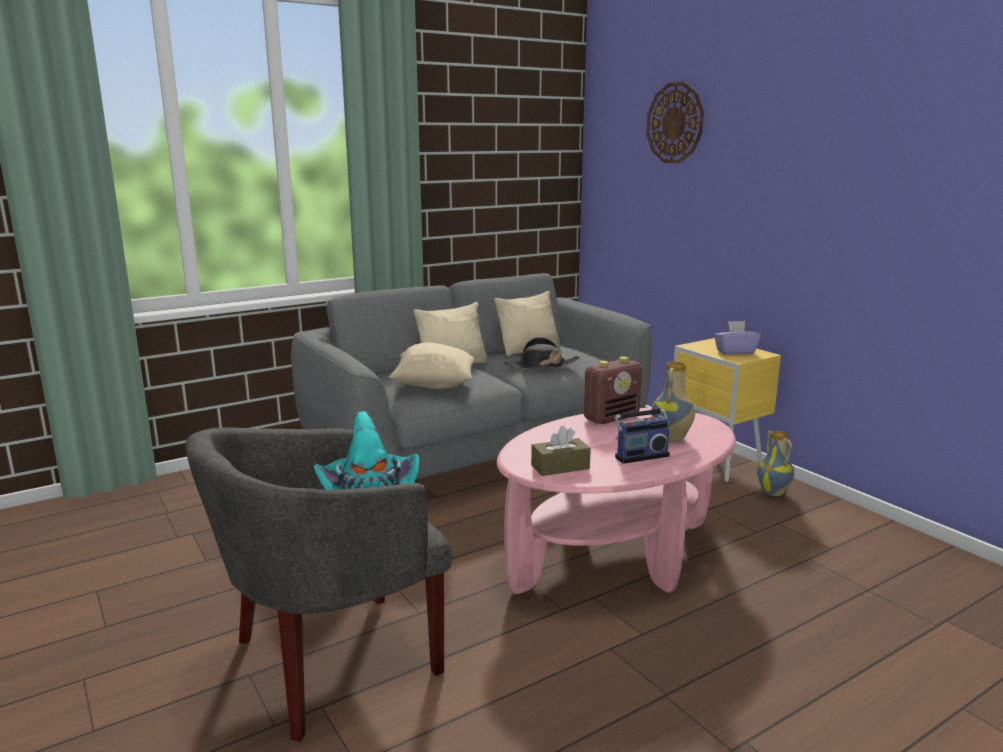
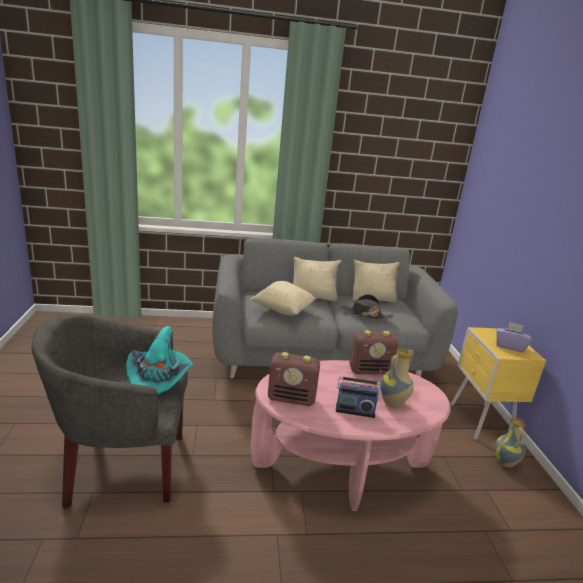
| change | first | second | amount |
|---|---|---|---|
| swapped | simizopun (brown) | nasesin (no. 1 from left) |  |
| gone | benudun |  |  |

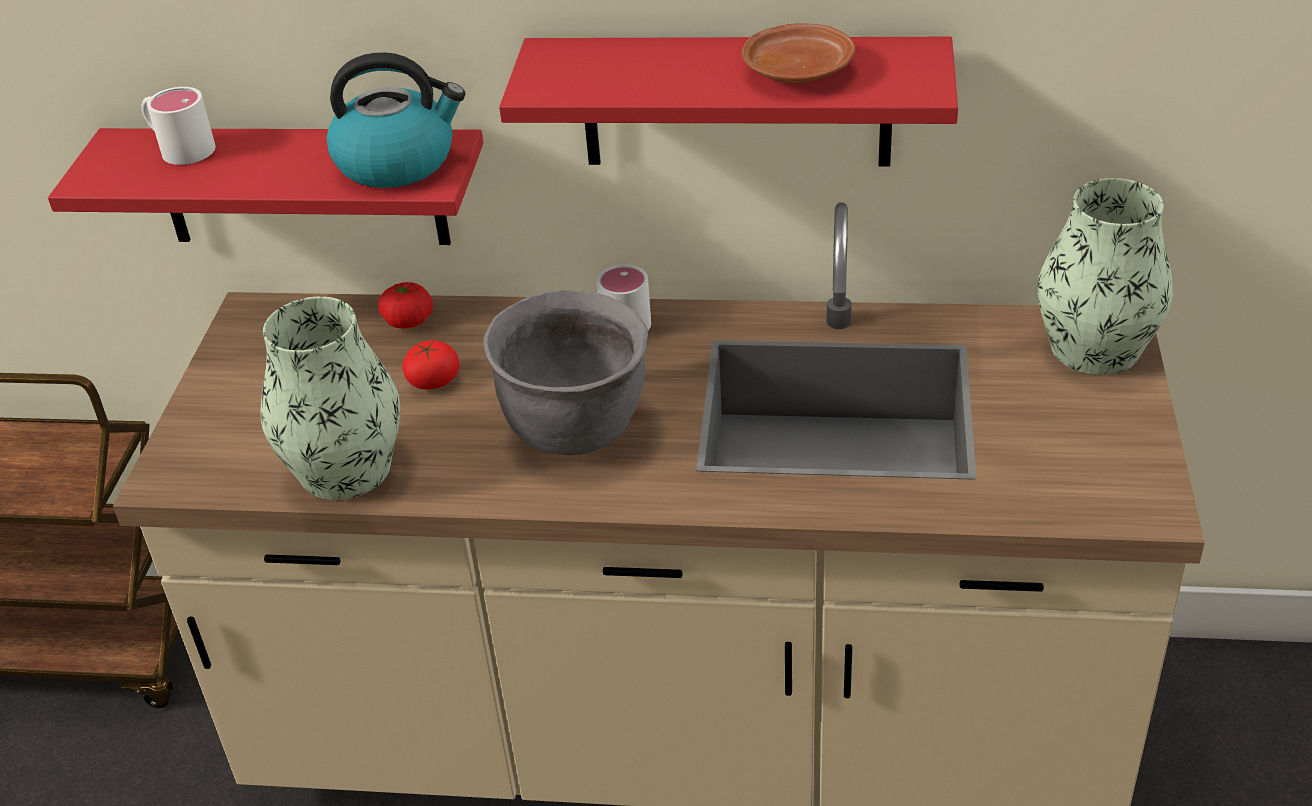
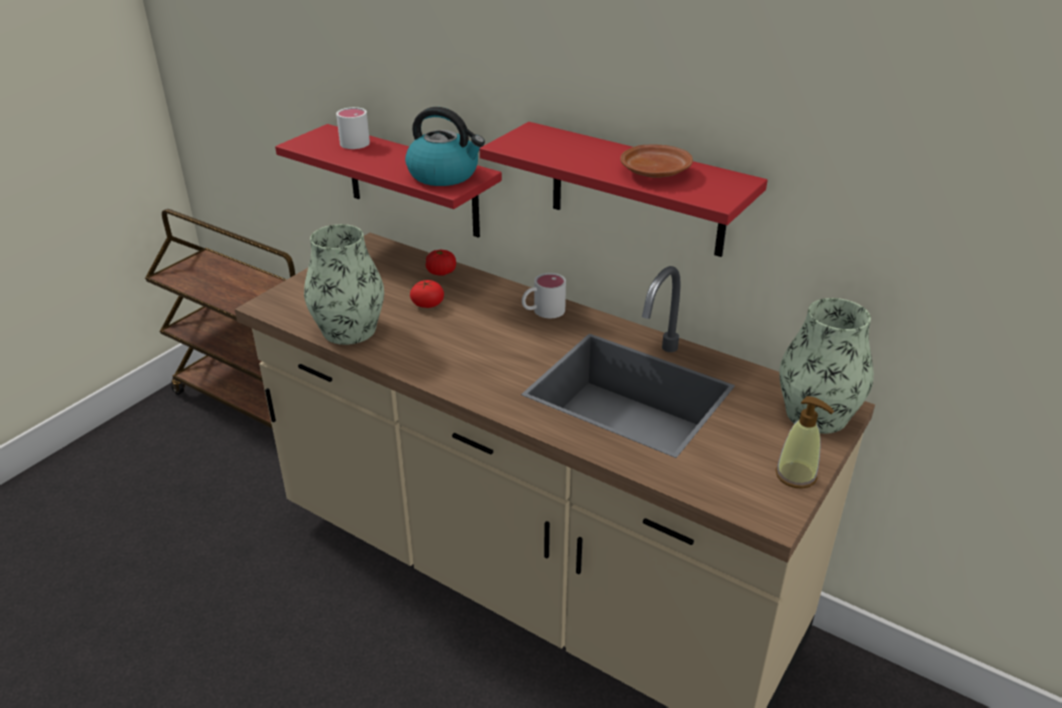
| change | first | second | amount |
|---|---|---|---|
| new |  | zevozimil |  |
| gone | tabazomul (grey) |  |  |

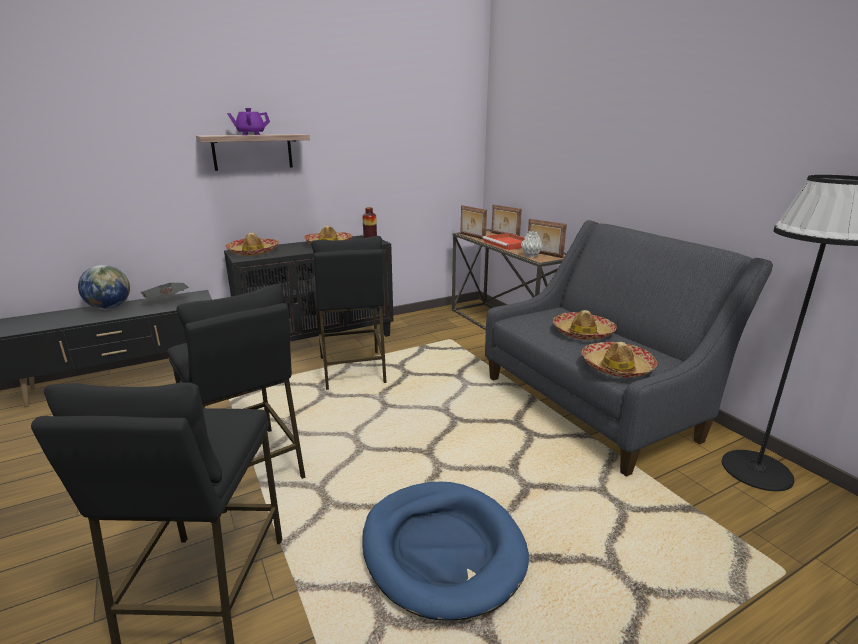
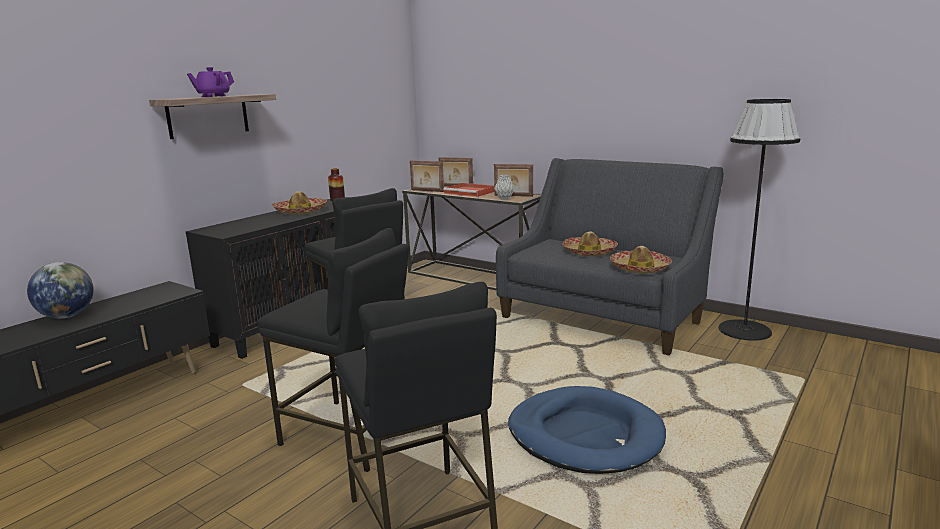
| change | first | second | amount |
|---|---|---|---|
| gone | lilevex |  |  |
| gone | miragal (no. 1 from left) |  |  |

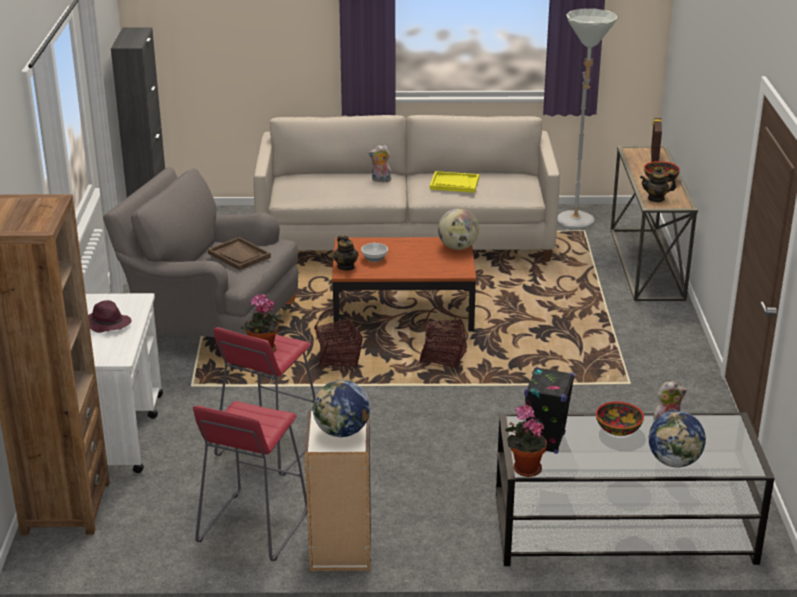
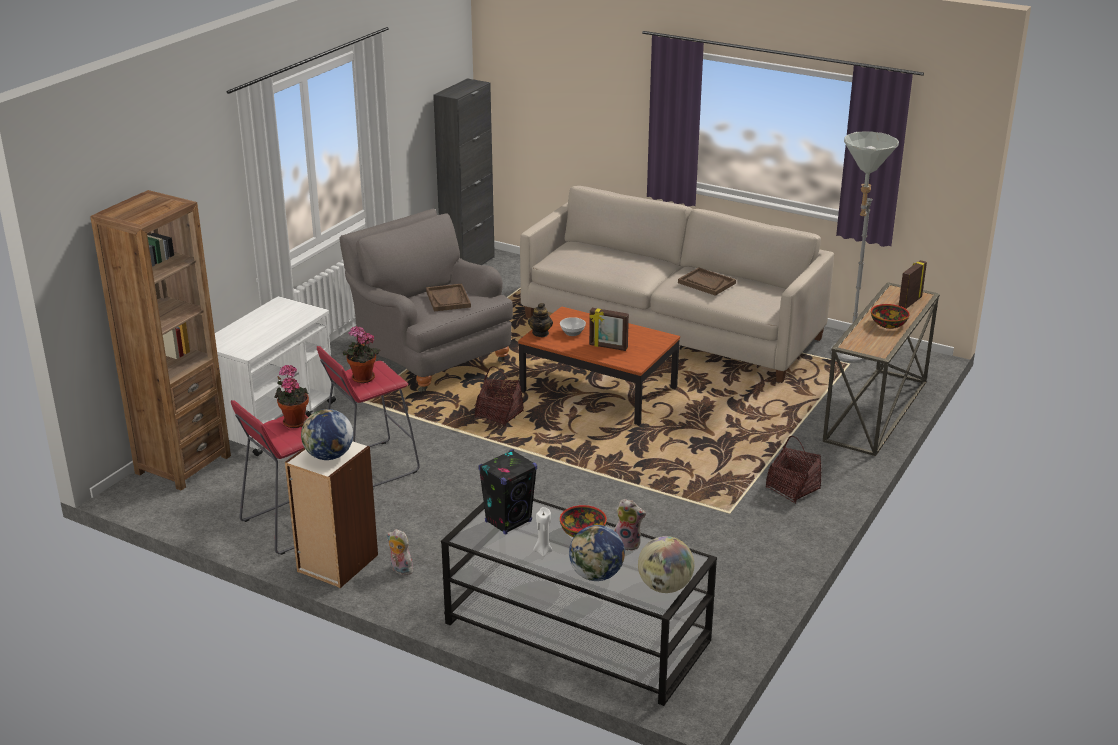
| change | first | second | amount |
|---|---|---|---|
| shifted | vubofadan (no. 2 from left in the first image) | vubofadan (no. 1 from left) |  |
| shifted | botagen (no. 1 from left) |  |  |
| new |  | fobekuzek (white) |  |
| new |  | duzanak (no. 1 from left) |  |
| shifted | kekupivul (no. 2 from left in the first image) | kekupivul (no. 3 from left) |  |
| repainted | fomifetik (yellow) | fomifetik (brown) (no. 2 from left) |  |
| shifted | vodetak (no. 2 from left) |  |  |
| gone | miragal (purple) |  |  |
| gone | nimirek (no. 2 from left) |  |  |

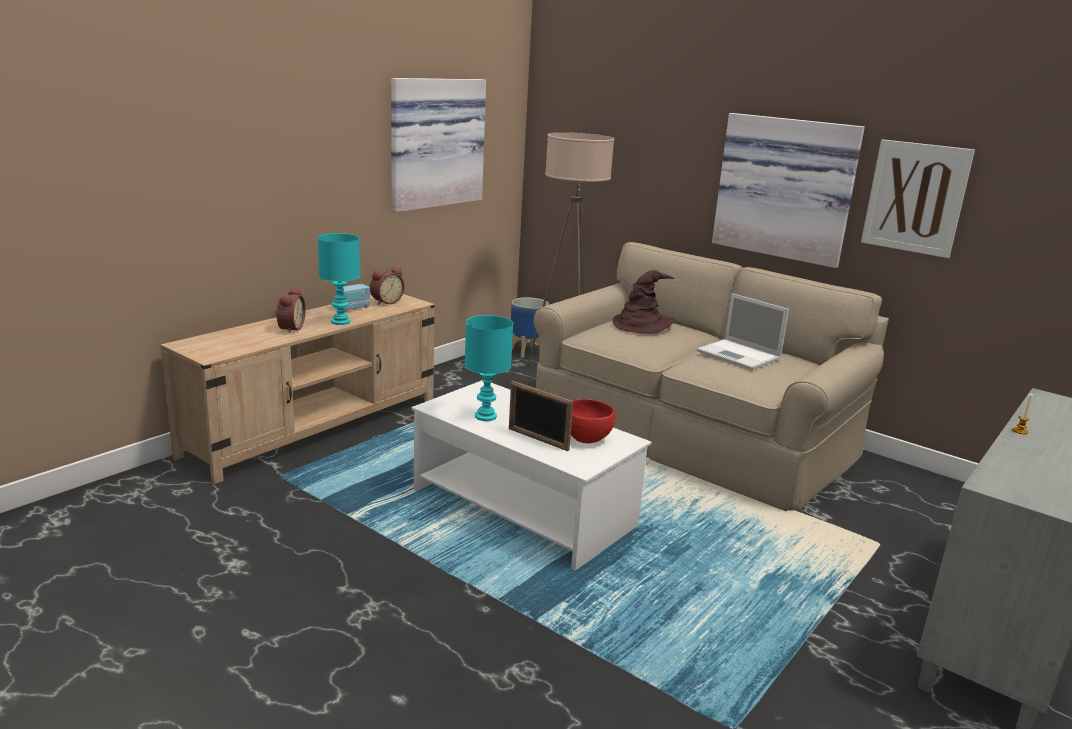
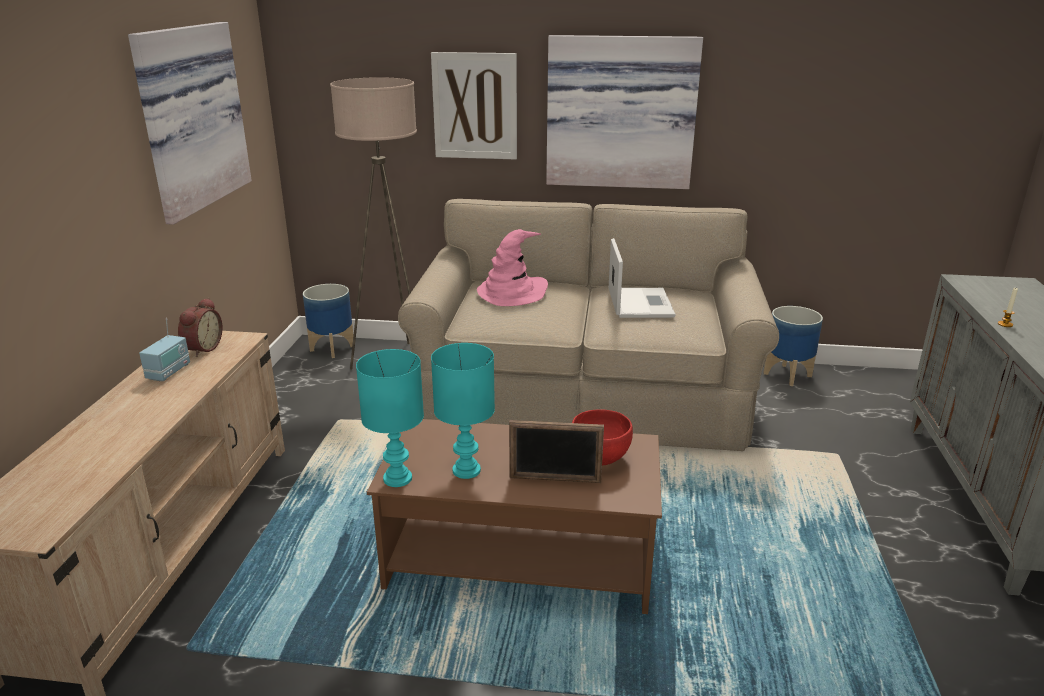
| change | first | second | amount |
|---|---|---|---|
| shifted | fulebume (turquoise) (no. 1 from left) |  |  |
| repainted | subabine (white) | subabine (brown) |  |
| shifted | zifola (no. 3 from left in the first image) | zifola (no. 2 from left) |  |
| repainted | miragal (brown) | miragal (pink) |  |
| rotated | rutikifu |  | 105 degrees counterclockwise |
| new |  | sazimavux (no. 2 from left) |  |
| gone | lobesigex (no. 1 from left) |  |  |

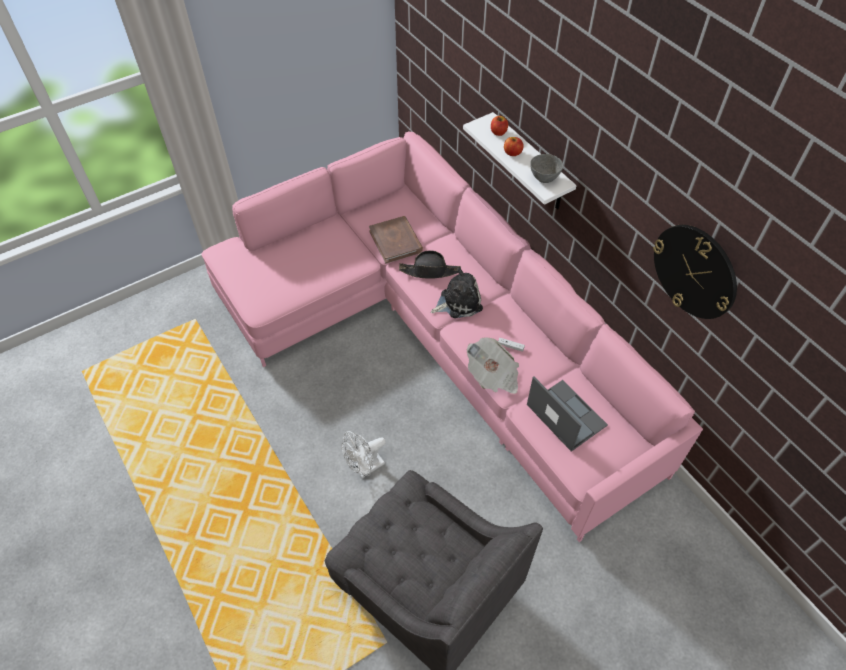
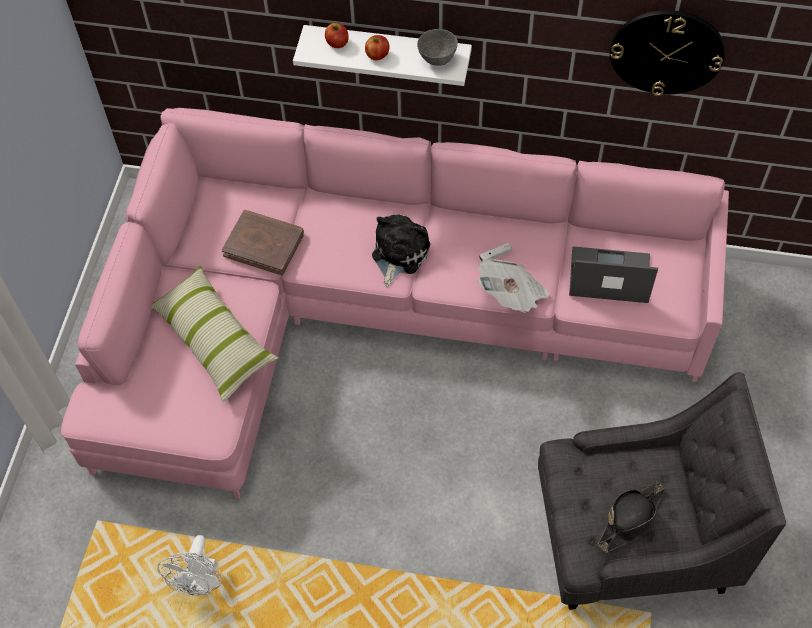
| change | first | second | amount |
|---|---|---|---|
| new |  | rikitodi |  |
| shifted | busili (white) |  |  |
| shifted | miragal (black) |  |  |

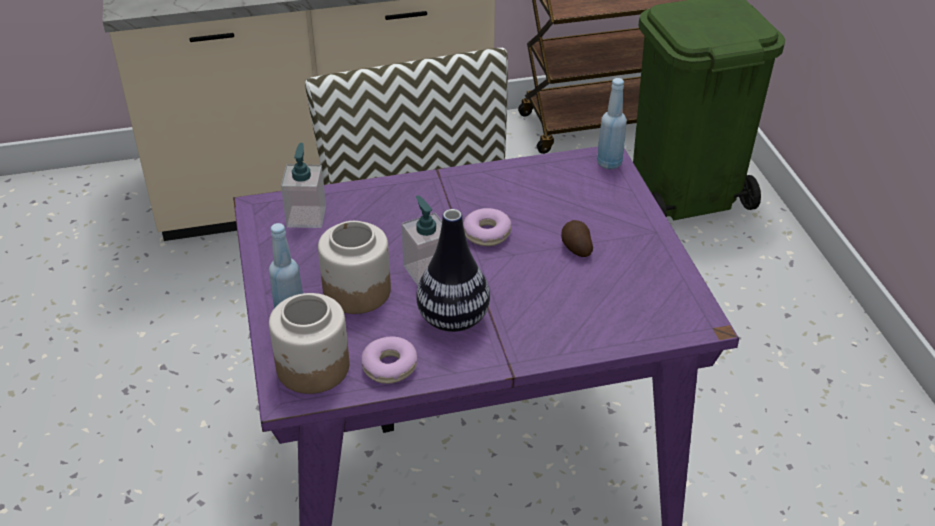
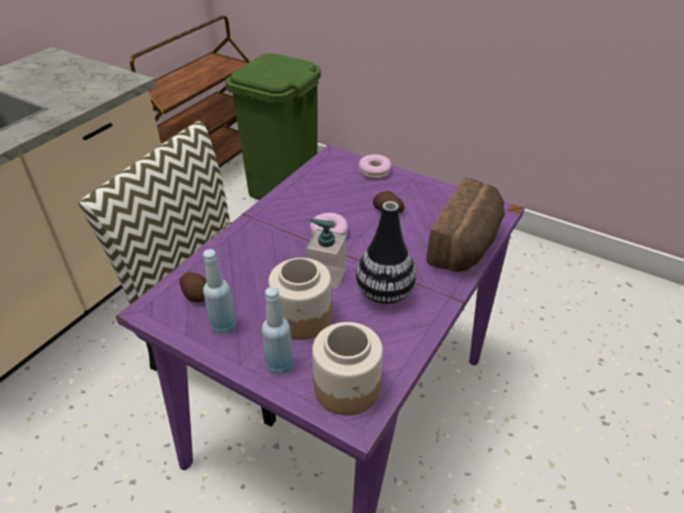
| change | first | second | amount |
|---|---|---|---|
| swapped | zevozimil (no. 1 from left) | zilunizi (no. 1 from left) |  |
| shifted | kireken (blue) (no. 2 from left in the first image) | kireken (blue) (no. 1 from left) |  |
| shifted | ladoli (no. 1 from left in the first image) | ladoli (no. 2 from left) |  |
| new |  | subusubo |  |

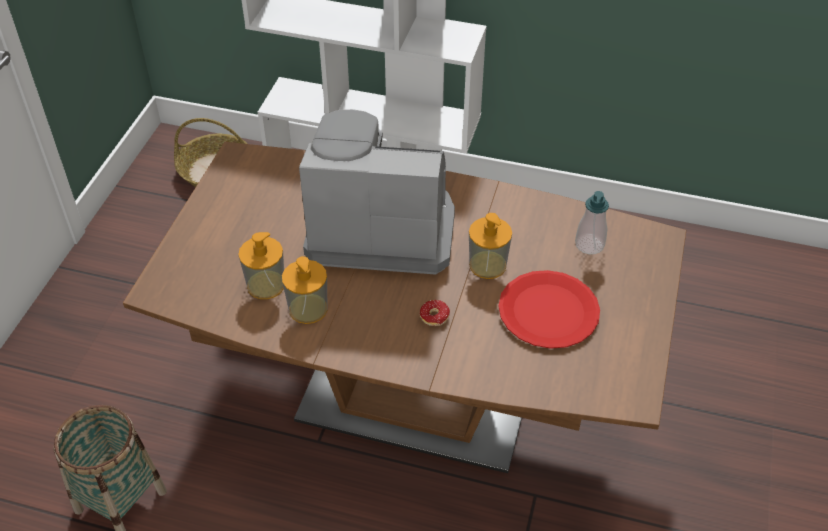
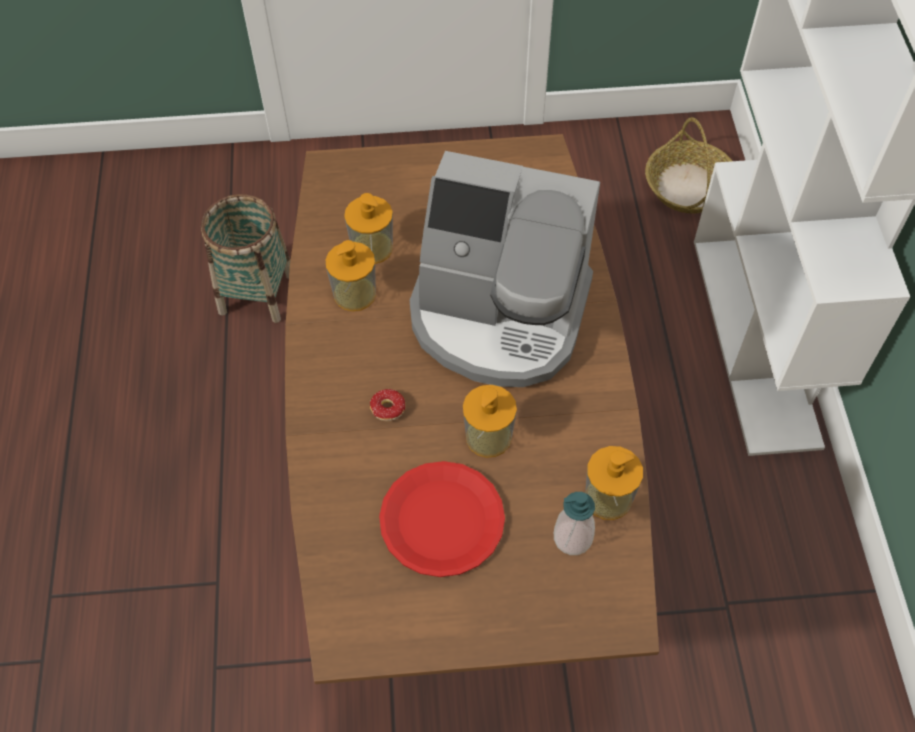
| change | first | second | amount |
|---|---|---|---|
| rotated | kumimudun |  | 120 degrees clockwise |
| new |  | zevozimil (no. 5 from left) |  |

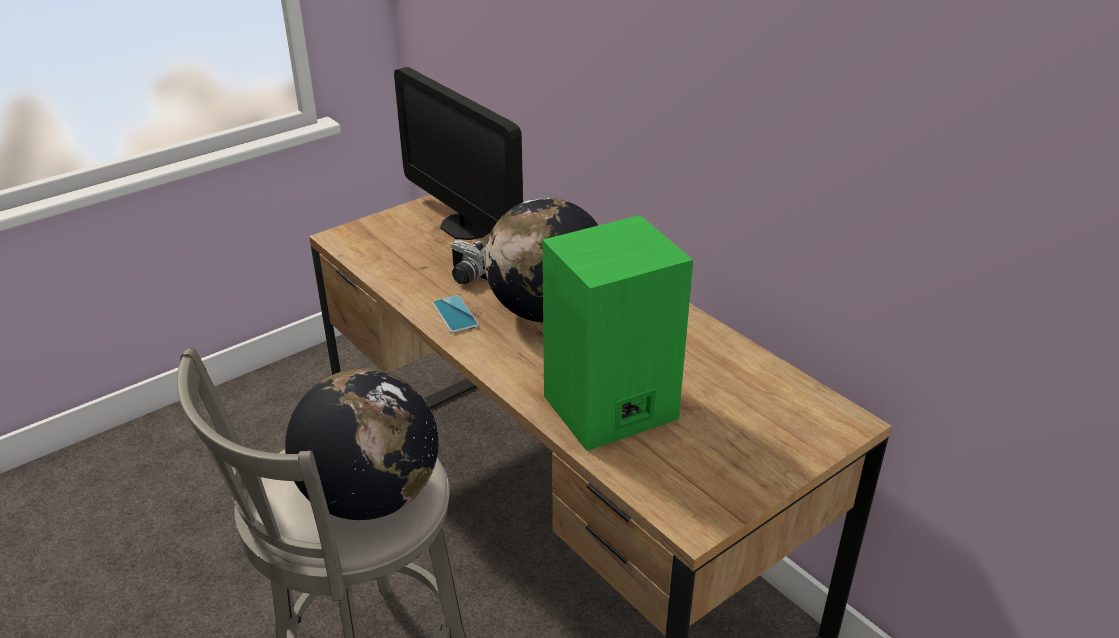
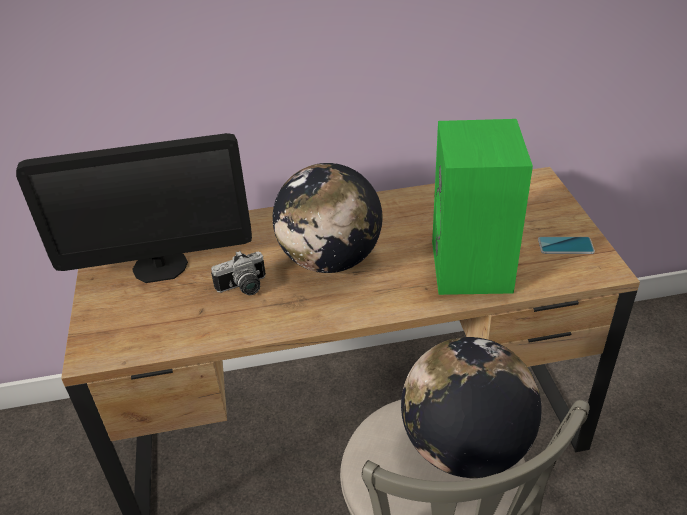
| change | first | second | amount |
|---|---|---|---|
| shifted | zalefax |  |  |

